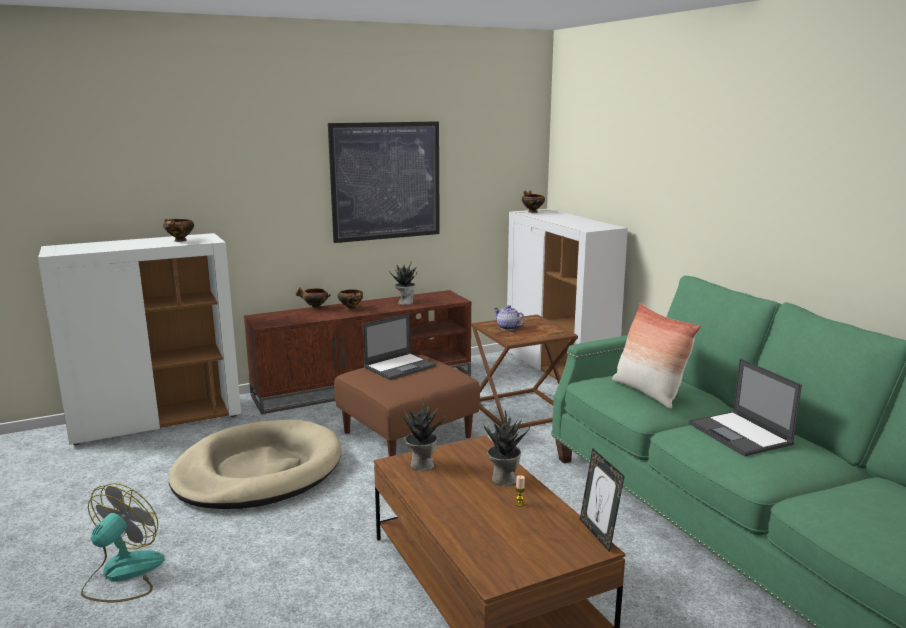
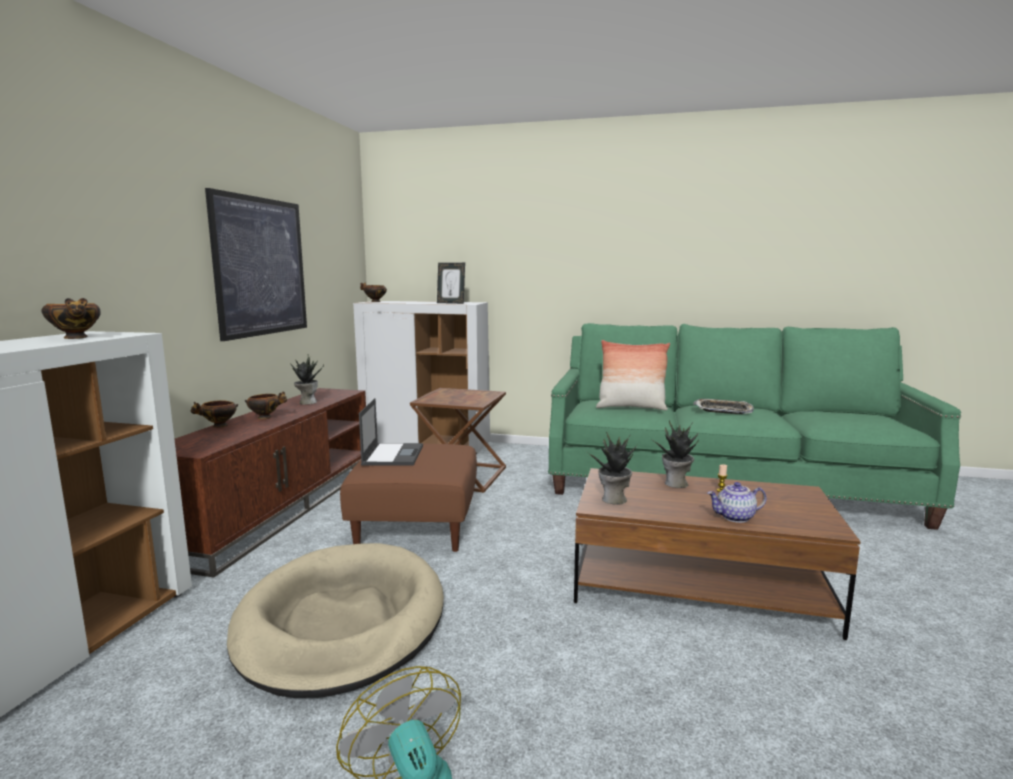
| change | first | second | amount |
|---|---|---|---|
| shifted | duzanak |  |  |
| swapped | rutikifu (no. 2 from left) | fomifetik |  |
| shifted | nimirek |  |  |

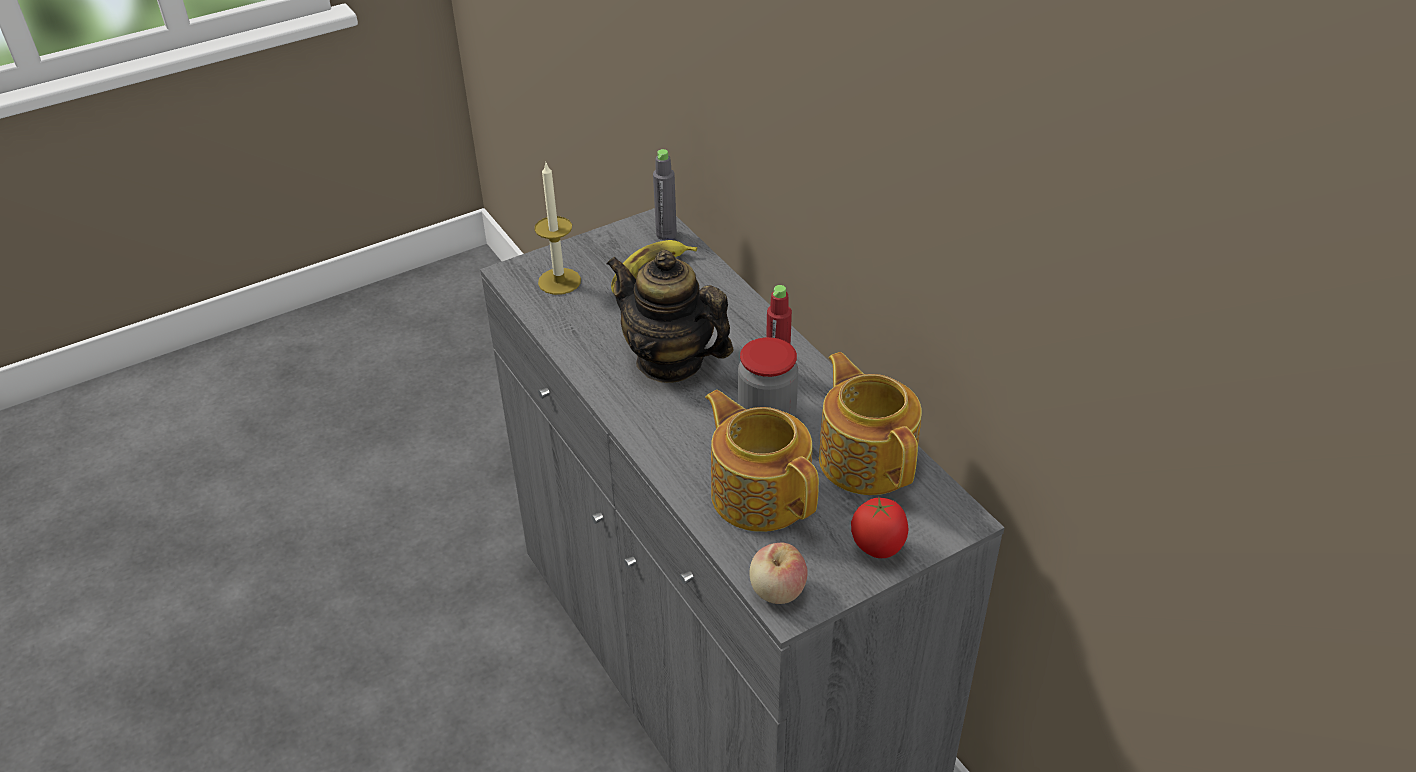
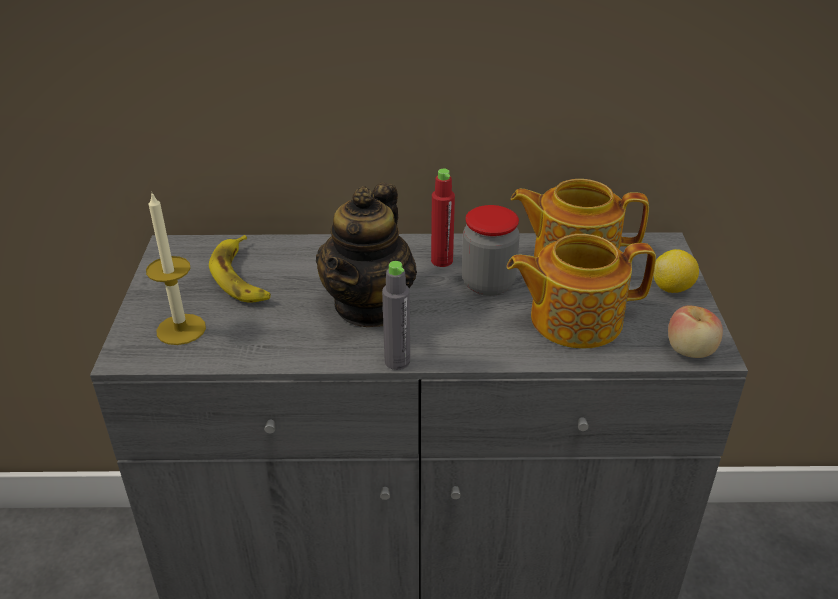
| change | first | second | amount |
|---|---|---|---|
| rotated | nimirek (no. 1 from left) |  | 45 degrees counterclockwise |
| shifted | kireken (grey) |  |  |
| swapped | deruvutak | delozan |  |

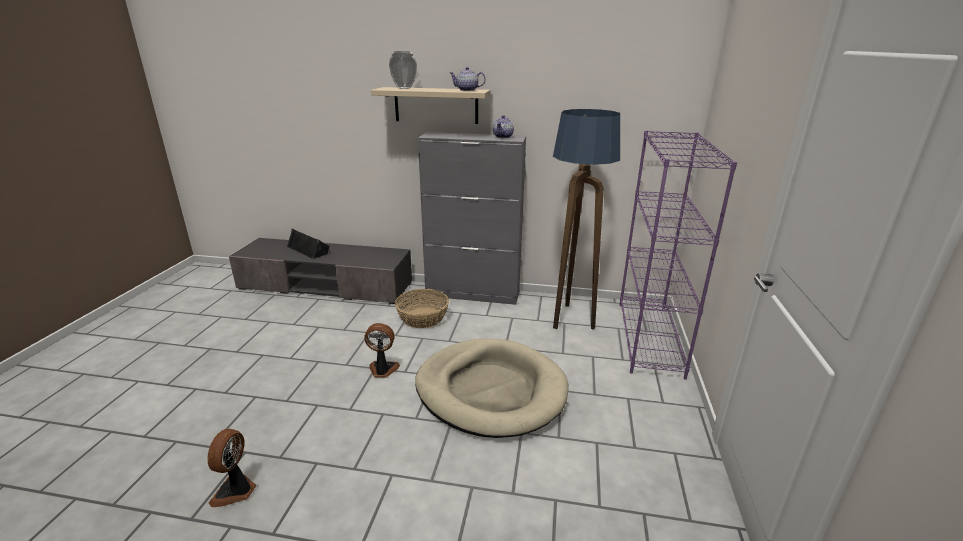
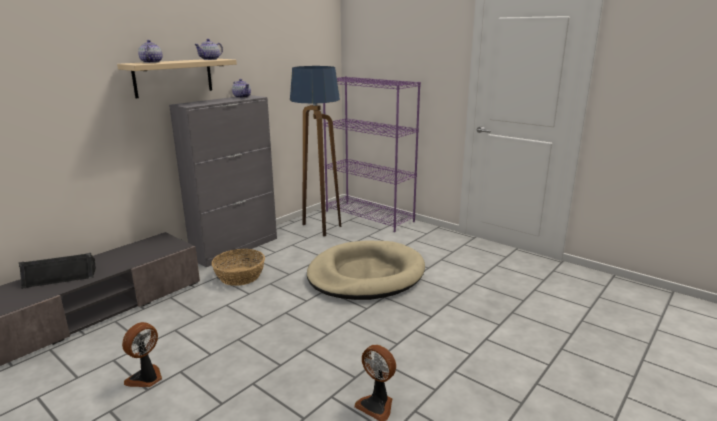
| change | first | second | amount |
|---|---|---|---|
| shifted | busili (no. 2 from left in the first image) | busili (no. 1 from left) |  |
| swapped | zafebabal | nimirek (no. 1 from left) |  |

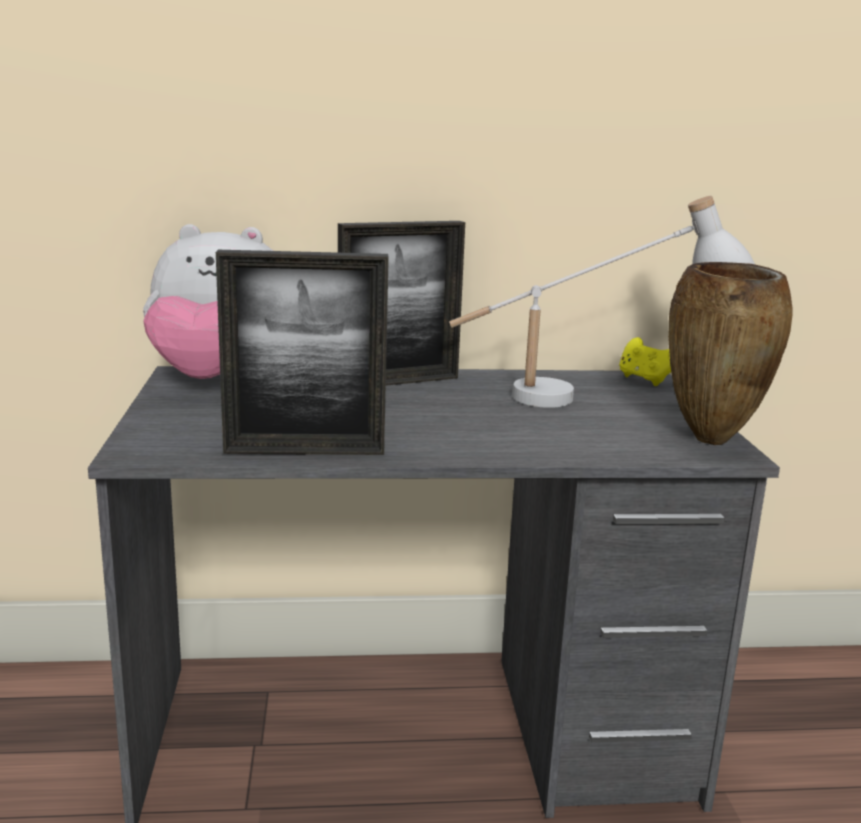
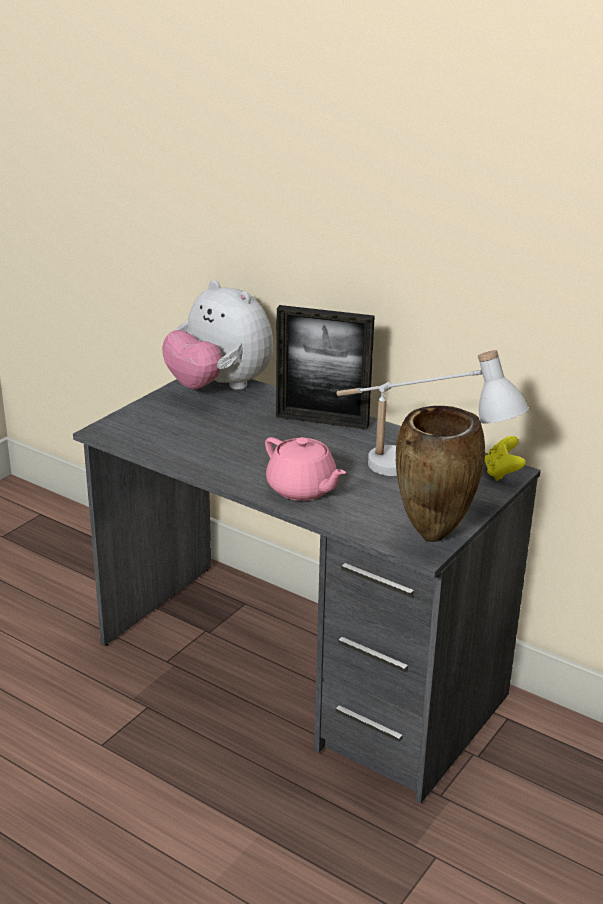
| change | first | second | amount |
|---|---|---|---|
| new |  | nimirek (pink) |  |
| gone | duzanak (no. 1 from left) |  |  |

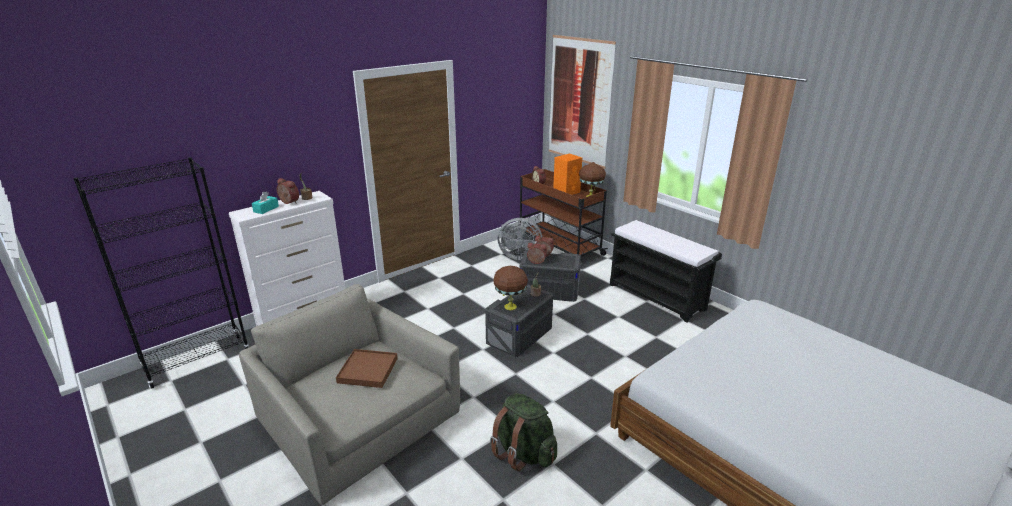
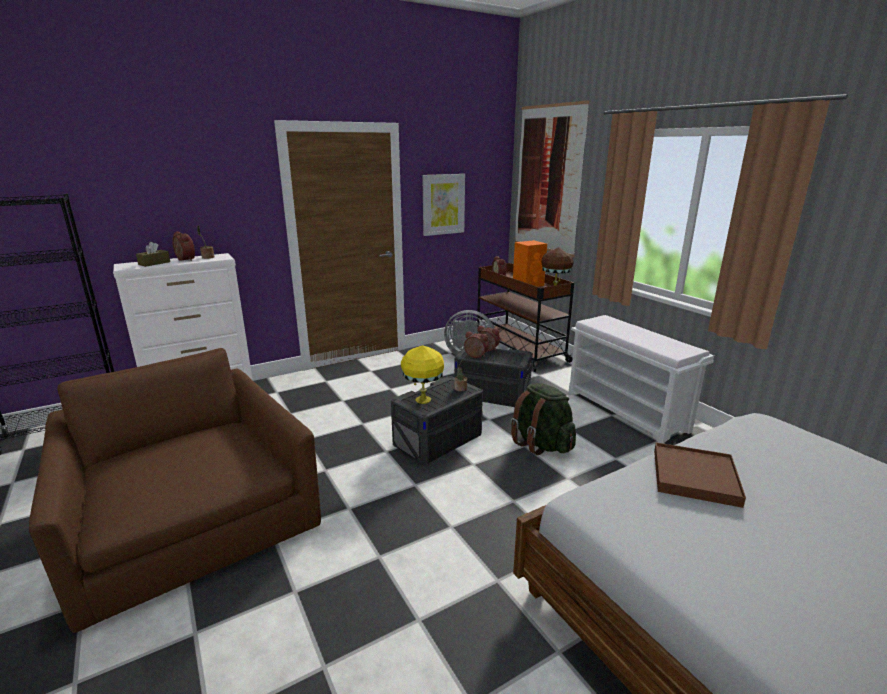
| change | first | second | amount |
|---|---|---|---|
| repainted | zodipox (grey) | zodipox (brown) |  |
| repainted | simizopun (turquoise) | simizopun (brown) |  |
| repainted | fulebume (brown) (no. 1 from left) | fulebume (yellow) |  |
| new |  | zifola (no. 1 from left) |  |
| shifted | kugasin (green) |  |  |
| repainted | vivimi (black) | vivimi (white) |  |
| shifted | fomifetik (brown) |  |  |

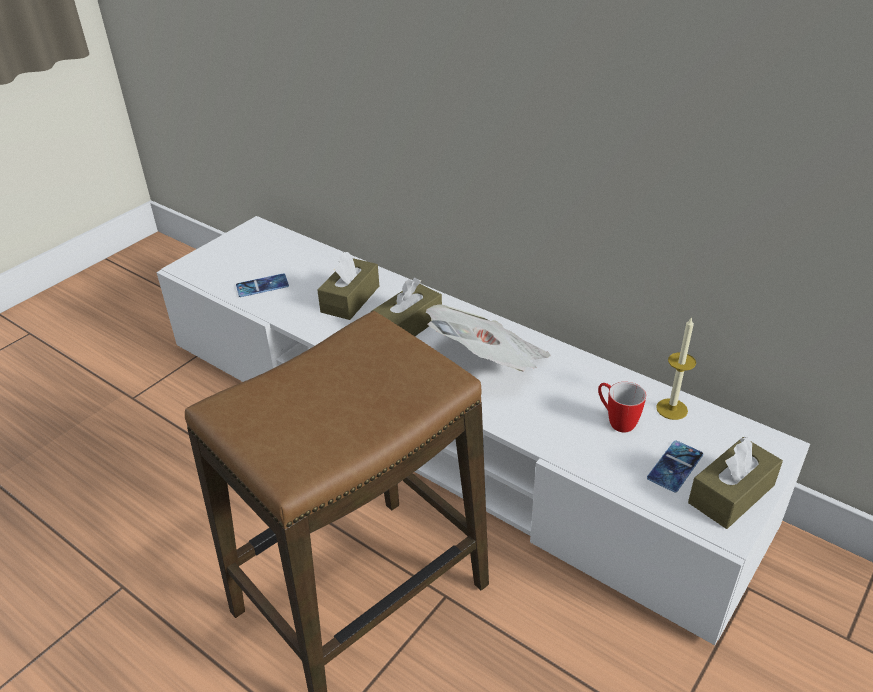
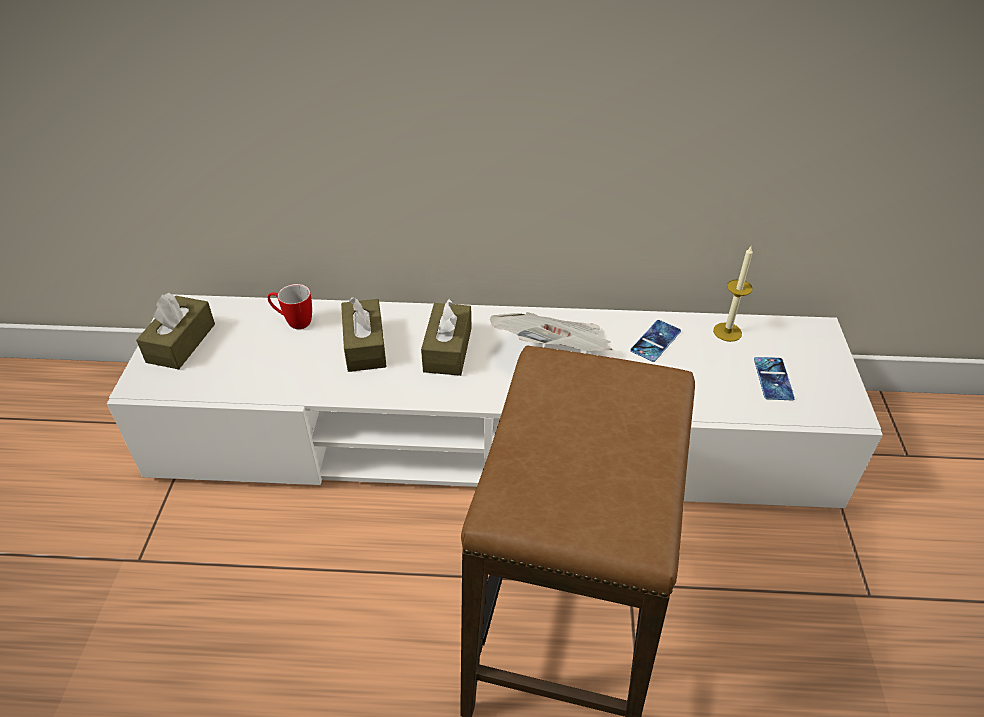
| change | first | second | amount |
|---|---|---|---|
| shifted | simizopun (brown) (no. 3 from left in the first image) | simizopun (brown) (no. 1 from left) |  |
| shifted | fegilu |  |  |
| shifted | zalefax (no. 1 from left) |  |  |

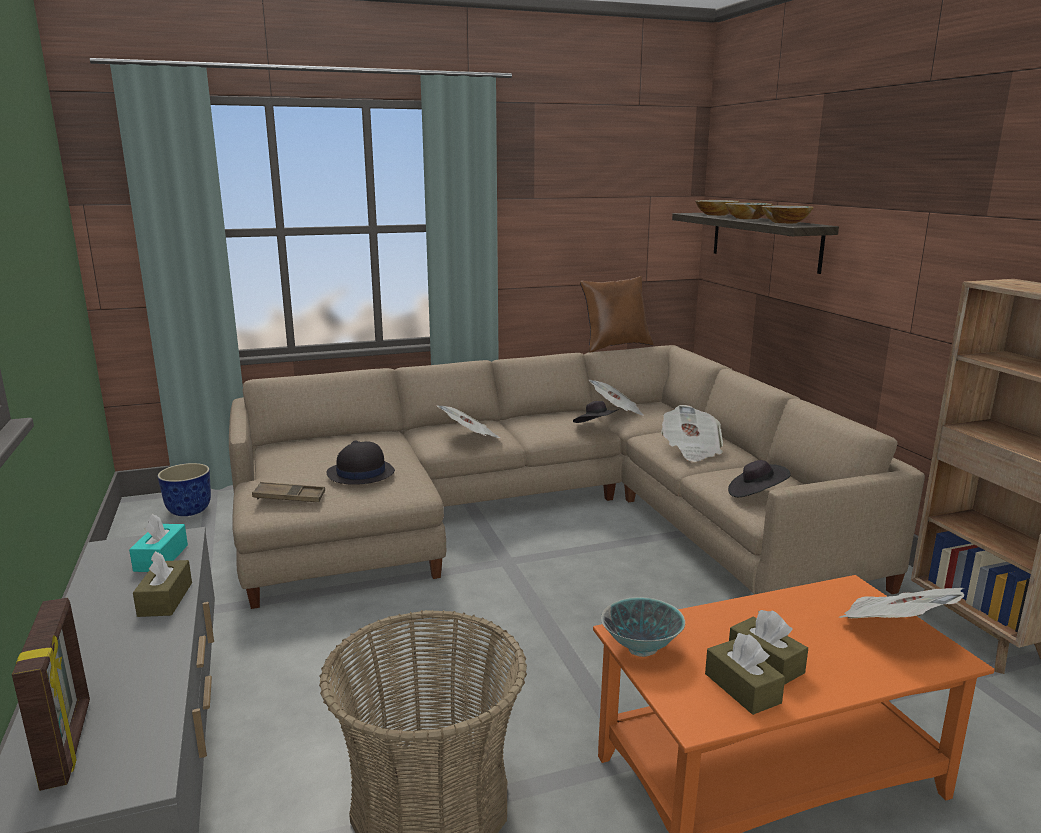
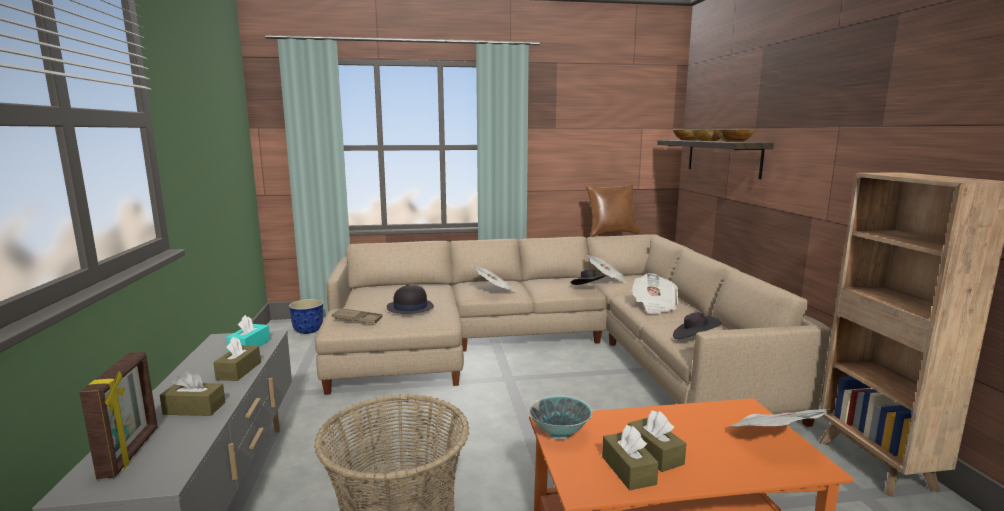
| change | first | second | amount |
|---|---|---|---|
| new |  | simizopun (brown) (no. 1 from left) |  |

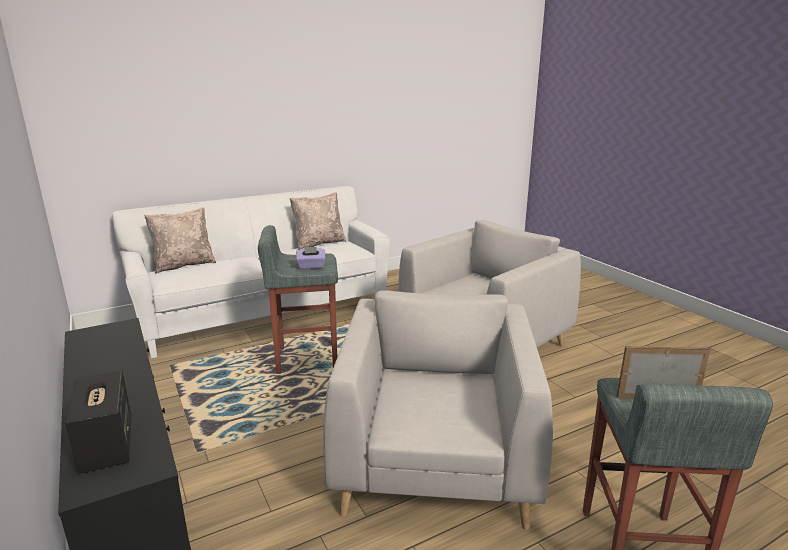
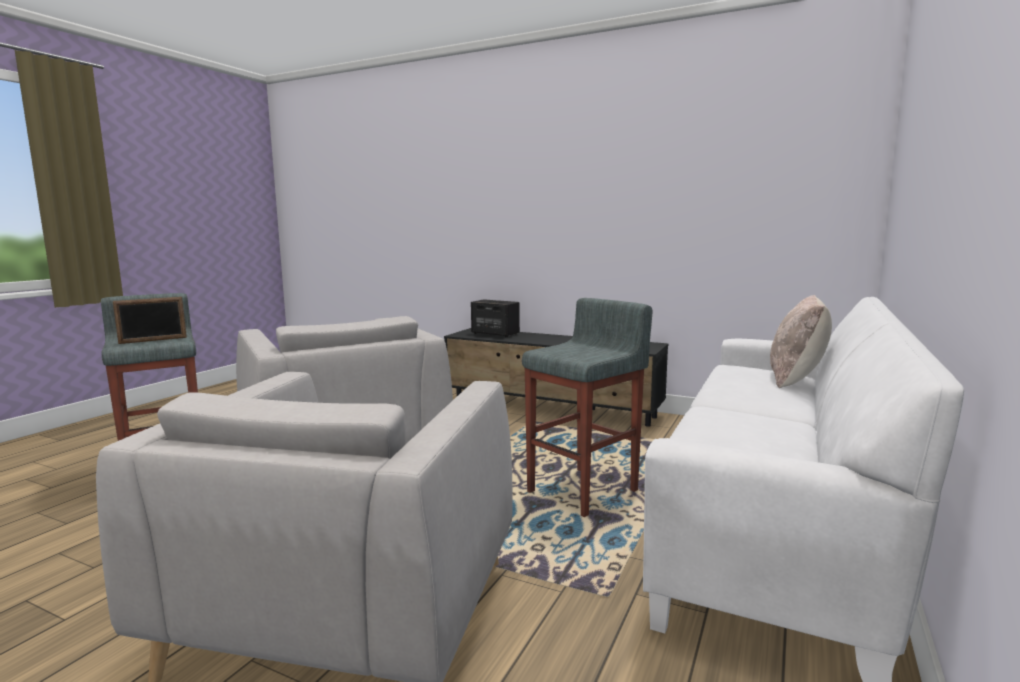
| change | first | second | amount |
|---|---|---|---|
| gone | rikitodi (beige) (no. 2 from left) |  |  |
| gone | simizopun (purple) |  |  |

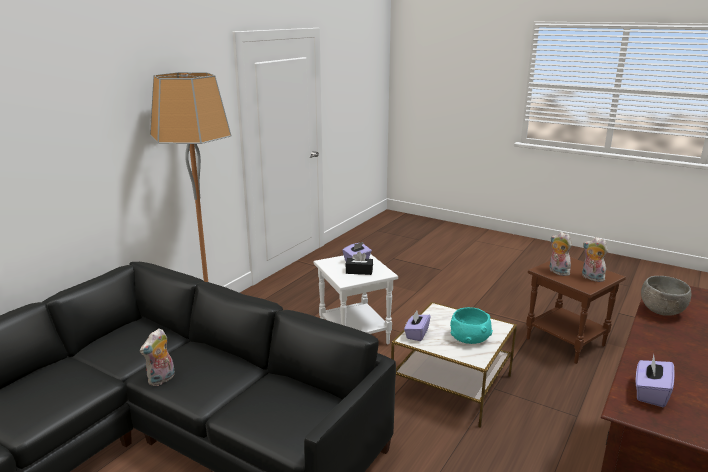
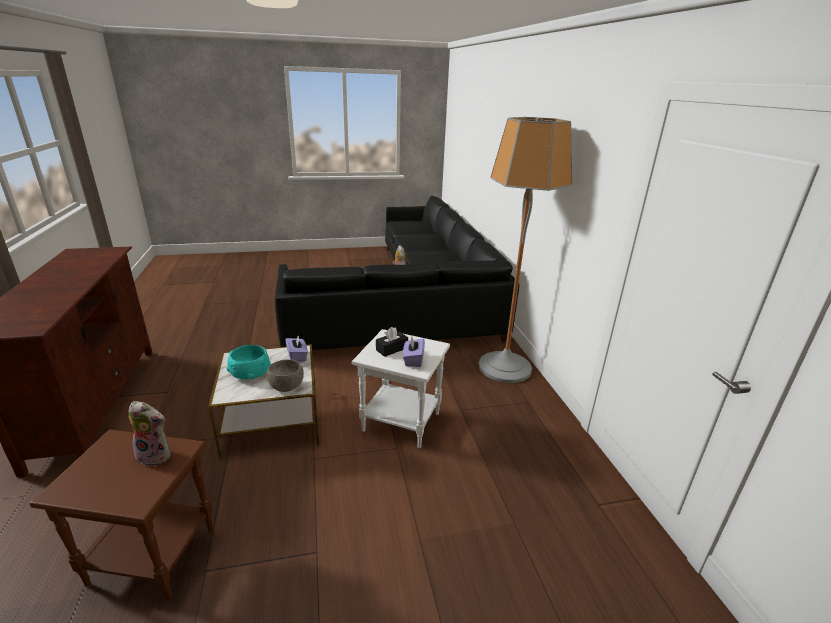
| change | first | second | amount |
|---|---|---|---|
| shifted | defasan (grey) |  |  |
| gone | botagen (no. 3 from left) |  |  |
| gone | simizopun (purple) (no. 3 from left) |  |  |

